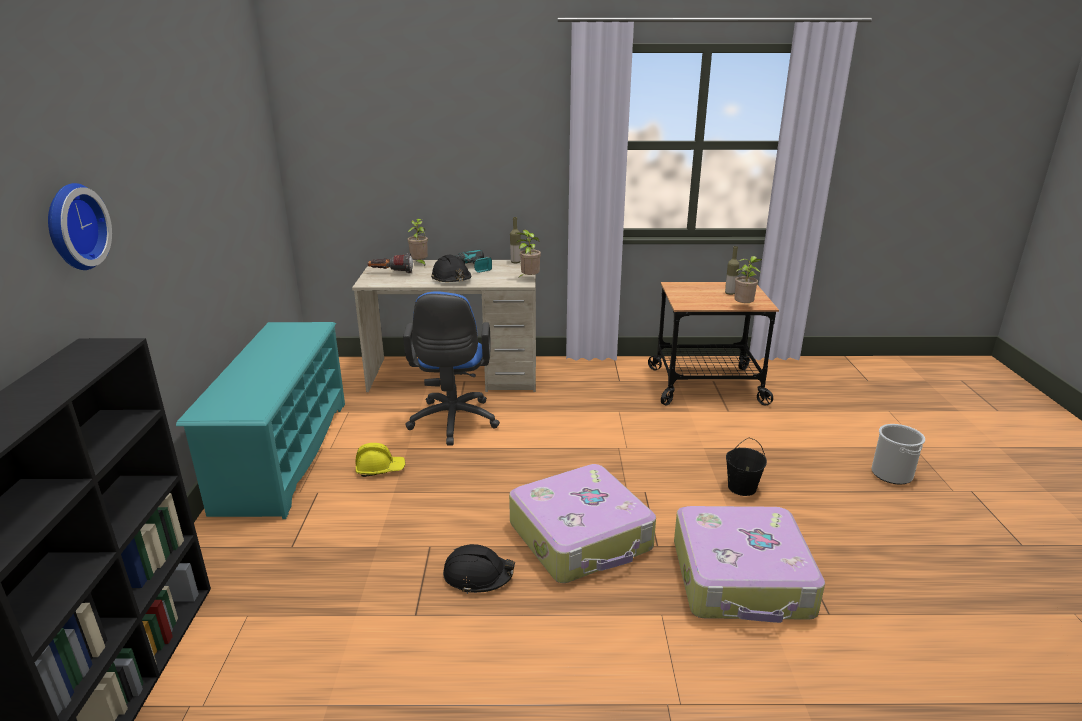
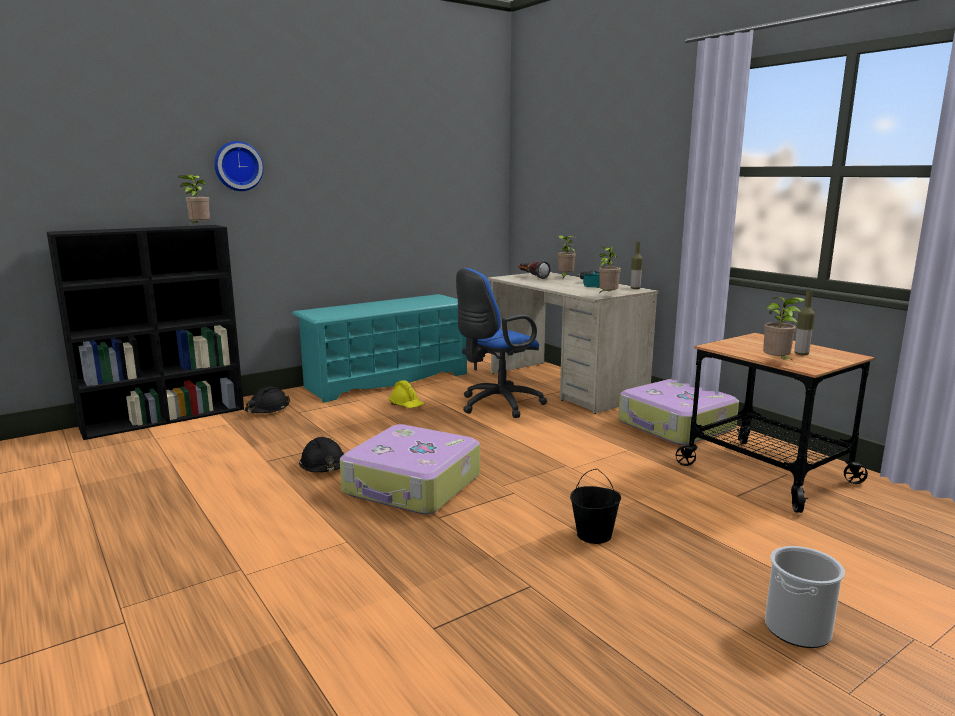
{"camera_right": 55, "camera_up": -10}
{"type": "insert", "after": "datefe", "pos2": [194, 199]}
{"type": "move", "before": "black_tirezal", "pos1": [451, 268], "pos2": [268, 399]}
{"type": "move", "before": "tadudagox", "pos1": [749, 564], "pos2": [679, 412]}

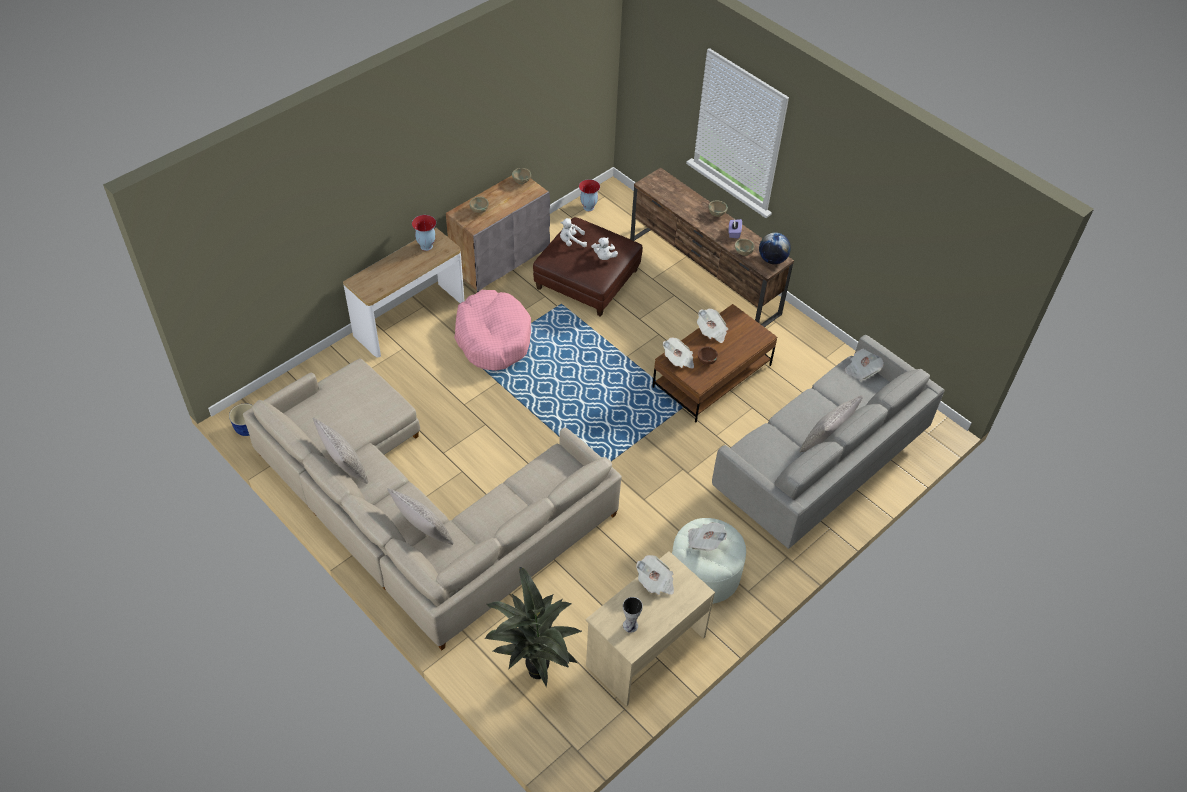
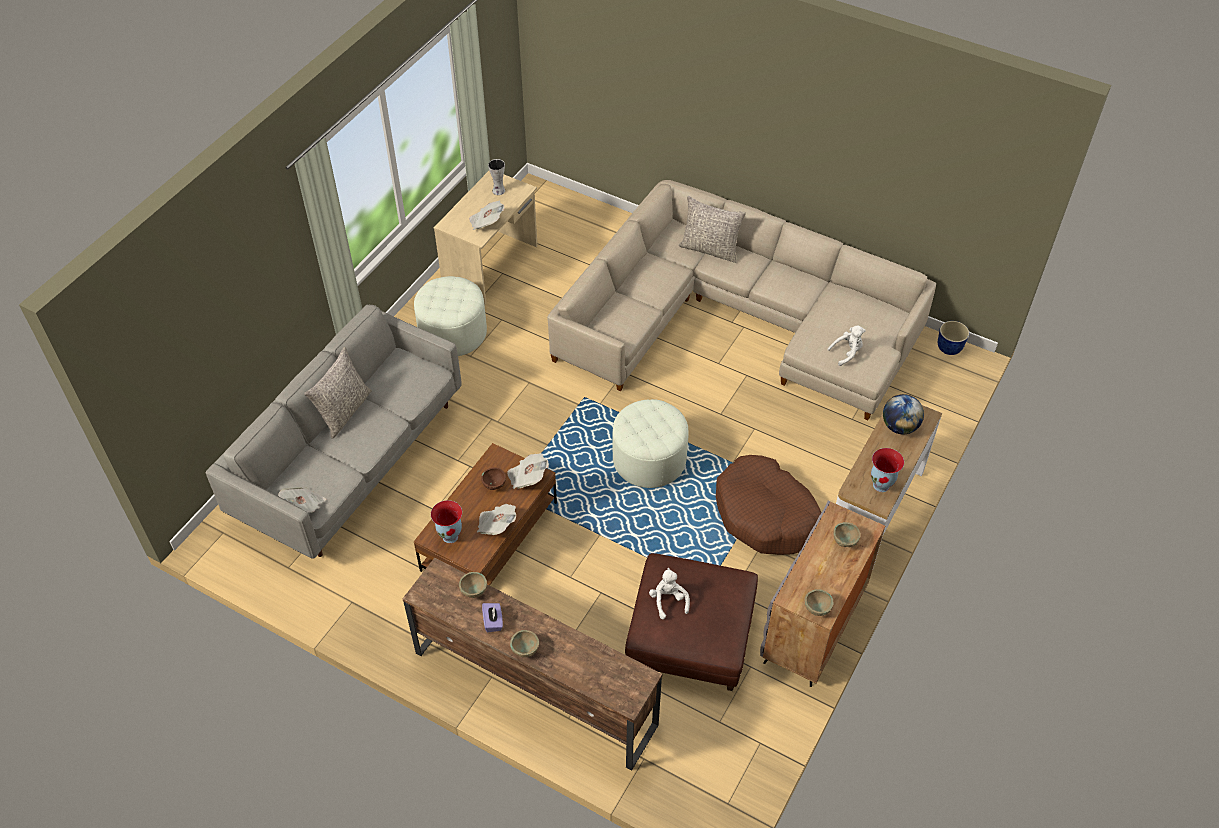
{"camera_right": 165, "camera_up": 0}
{"type": "delete", "before": "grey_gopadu", "pos1": [340, 451]}
{"type": "delete", "before": "datefe", "pos1": [533, 627]}
{"type": "delete", "before": "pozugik", "pos1": [707, 536]}
{"type": "insert", "after": "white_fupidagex", "pos2": [651, 443]}
{"type": "move", "before": "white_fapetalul", "pos1": [573, 232], "pos2": [846, 346]}
{"type": "move", "before": "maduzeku", "pos1": [589, 195], "pos2": [446, 521]}
{"type": "move", "before": "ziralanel", "pos1": [775, 248], "pos2": [903, 414]}
{"type": "recolor", "before": "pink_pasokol", "after": "brown_pasokol", "pos1": [492, 330], "pos2": [768, 505]}

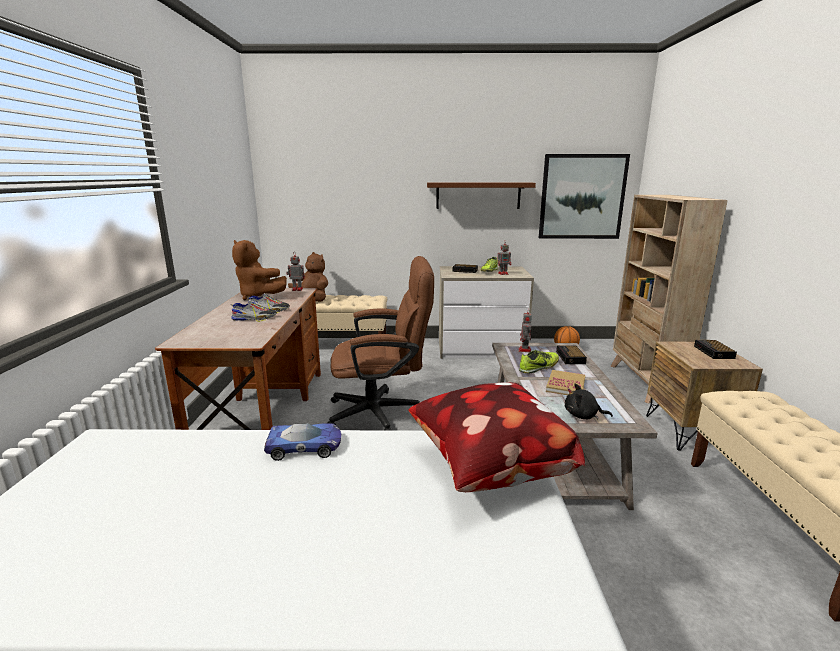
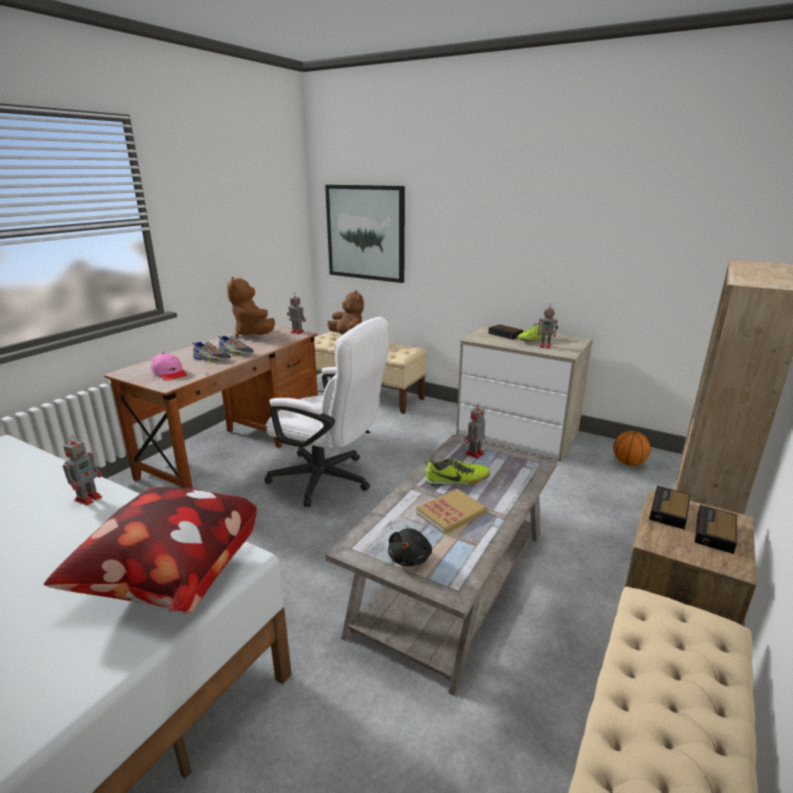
{"camera_right": 30, "camera_up": 5}
{"type": "delete", "before": "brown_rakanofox", "pos1": [481, 195]}
{"type": "insert", "after": "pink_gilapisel", "pos2": [169, 367]}
{"type": "move", "before": "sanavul", "pos1": [584, 196], "pos2": [365, 234]}
{"type": "move", "before": "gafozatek", "pos1": [571, 355], "pos2": [670, 507]}
{"type": "replace", "before": "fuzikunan", "after": "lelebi", "pos1": [302, 442], "pos2": [82, 470]}
{"type": "recolor", "before": "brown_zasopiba", "after": "white_zasopiba", "pos1": [380, 343], "pos2": [327, 412]}
{"type": "rotate", "before": "black_fapetalul", "pos1": [589, 402], "pos2": [410, 547], "turn": -120}

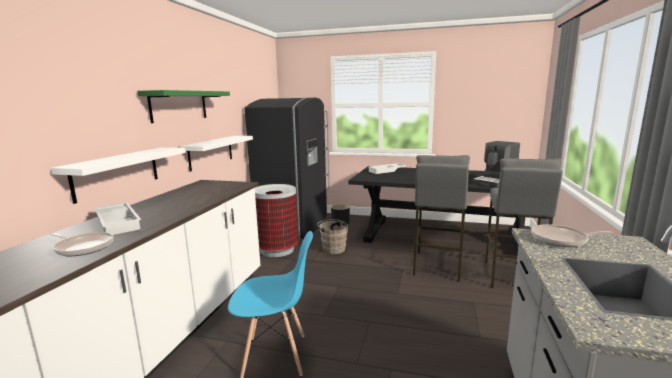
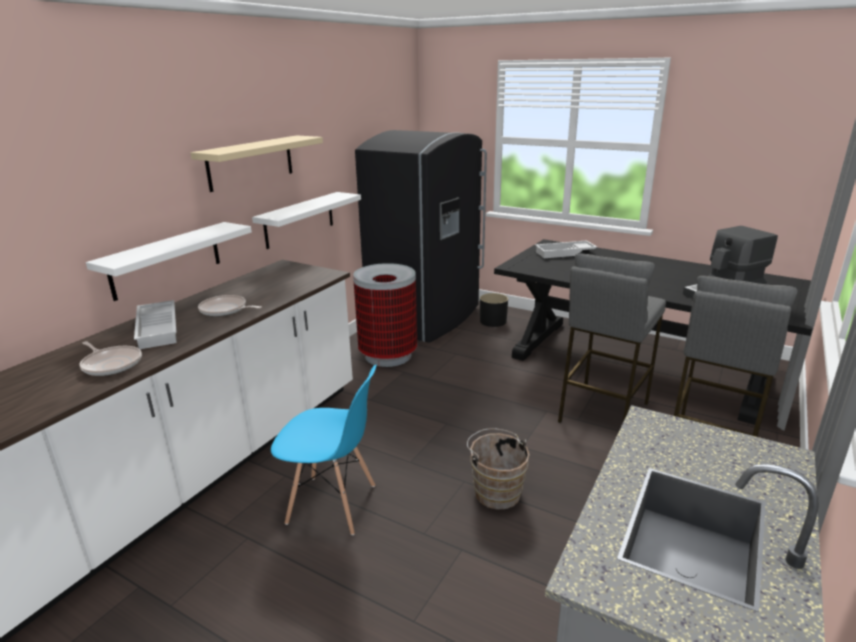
{"camera_right": 15, "camera_up": 10}
{"type": "move", "before": "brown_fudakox", "pos1": [332, 236], "pos2": [498, 468]}
{"type": "move", "before": "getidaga", "pos1": [572, 235], "pos2": [229, 306]}
{"type": "recolor", "before": "green_rakanofox", "after": "beige_rakanofox", "pos1": [183, 106], "pos2": [256, 163]}

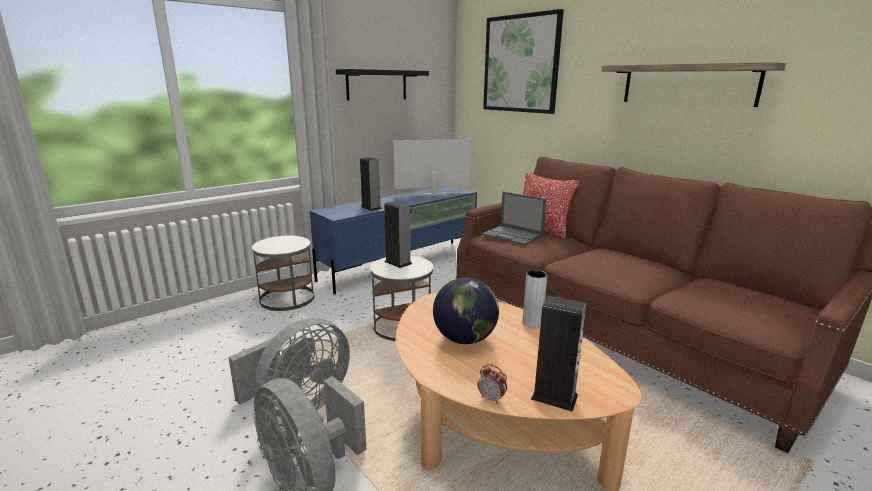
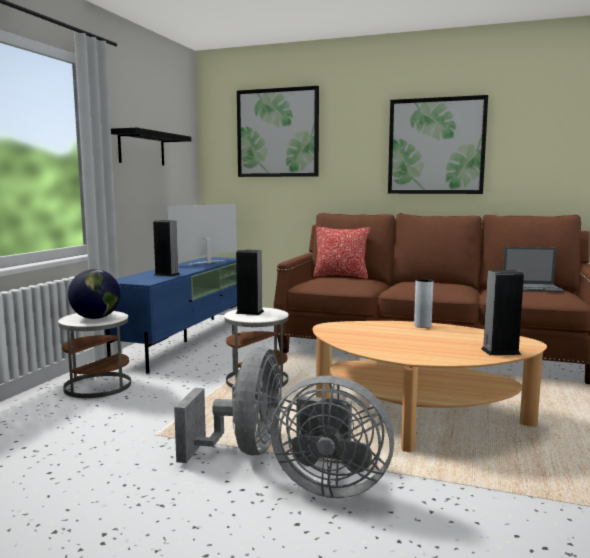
{"camera_right": -30, "camera_up": -10}
{"type": "delete", "before": "gafozatek", "pos1": [492, 384]}
{"type": "move", "before": "ziralanel", "pos1": [466, 311], "pos2": [94, 294]}
{"type": "move", "before": "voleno", "pos1": [514, 218], "pos2": [534, 270]}
{"type": "replace", "before": "rakanofox", "after": "sanavul", "pos1": [694, 84], "pos2": [438, 144]}

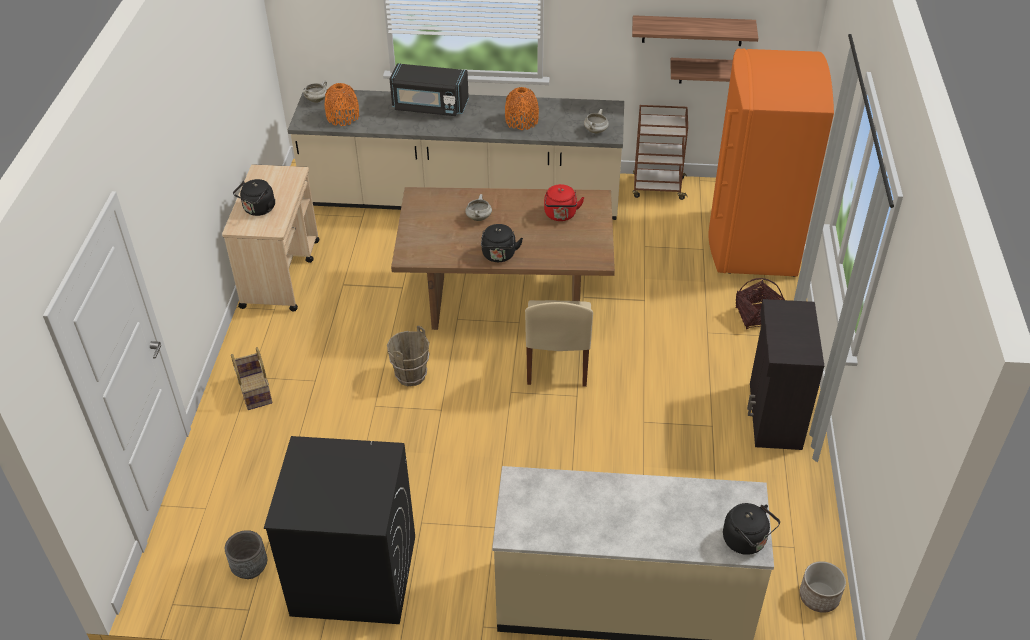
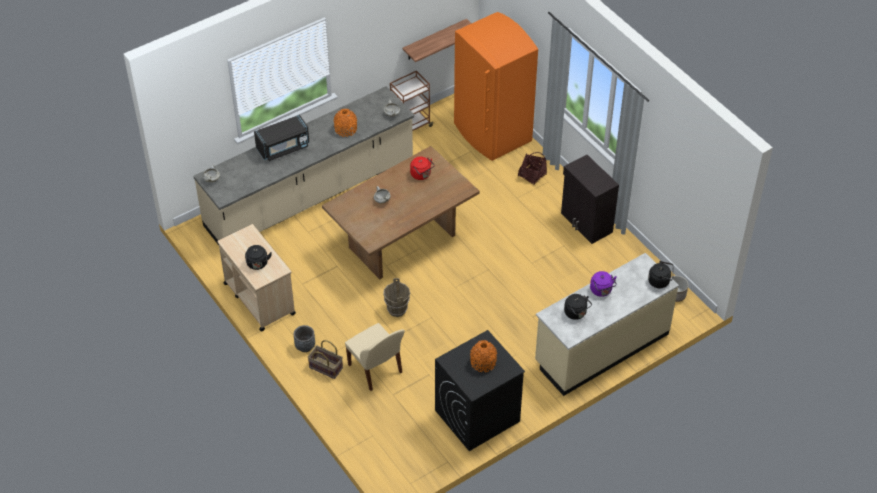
{"camera_right": -40, "camera_up": 5}
{"type": "delete", "before": "rakanofox", "pos1": [695, 30]}
{"type": "insert", "after": "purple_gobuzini", "pos2": [603, 284]}
{"type": "move", "before": "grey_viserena", "pos1": [246, 554], "pos2": [304, 338]}
{"type": "move", "before": "orange_maduzeku", "pos1": [342, 104], "pos2": [483, 356]}
{"type": "move", "before": "black_gobuzini", "pos1": [502, 243], "pos2": [578, 307]}
{"type": "move", "before": "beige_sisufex", "pos1": [559, 343], "pos2": [375, 357]}

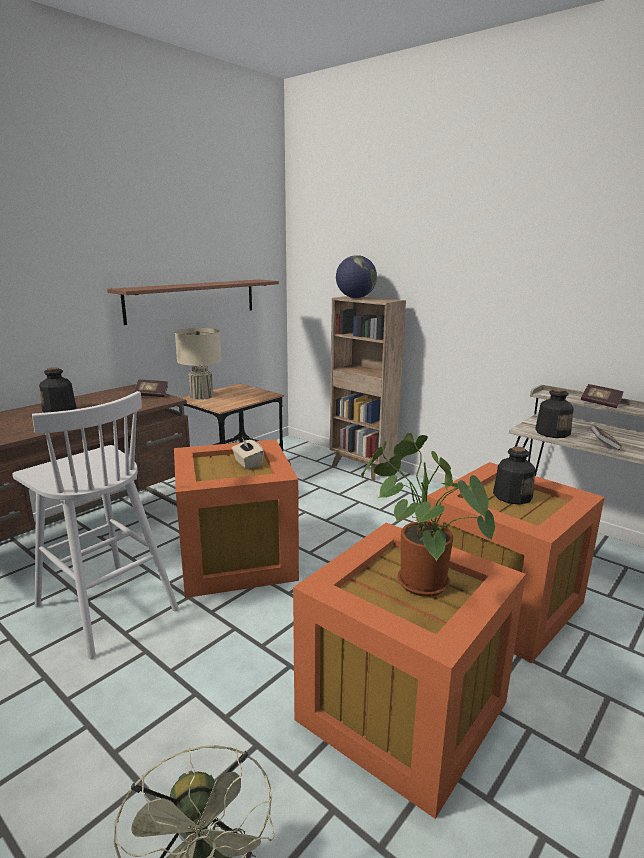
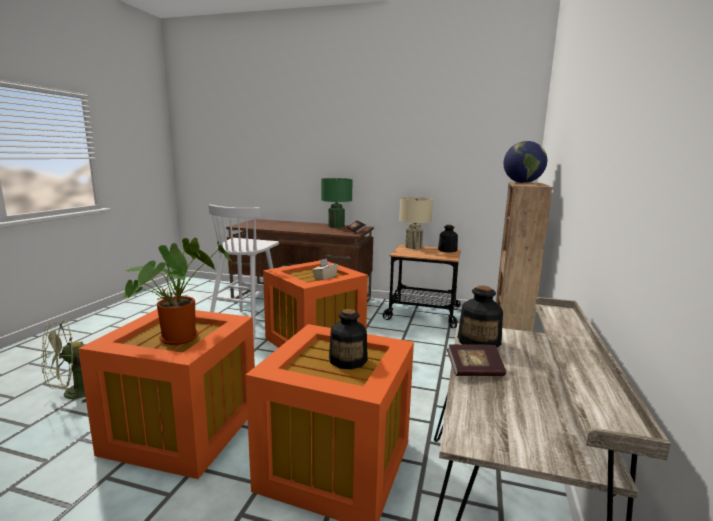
{"camera_right": 65, "camera_up": -5}
{"type": "delete", "before": "rakanofox", "pos1": [193, 302]}
{"type": "delete", "before": "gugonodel", "pos1": [602, 396]}
{"type": "insert", "after": "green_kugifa", "pos2": [337, 203]}
{"type": "move", "before": "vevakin", "pos1": [58, 390], "pos2": [448, 239]}

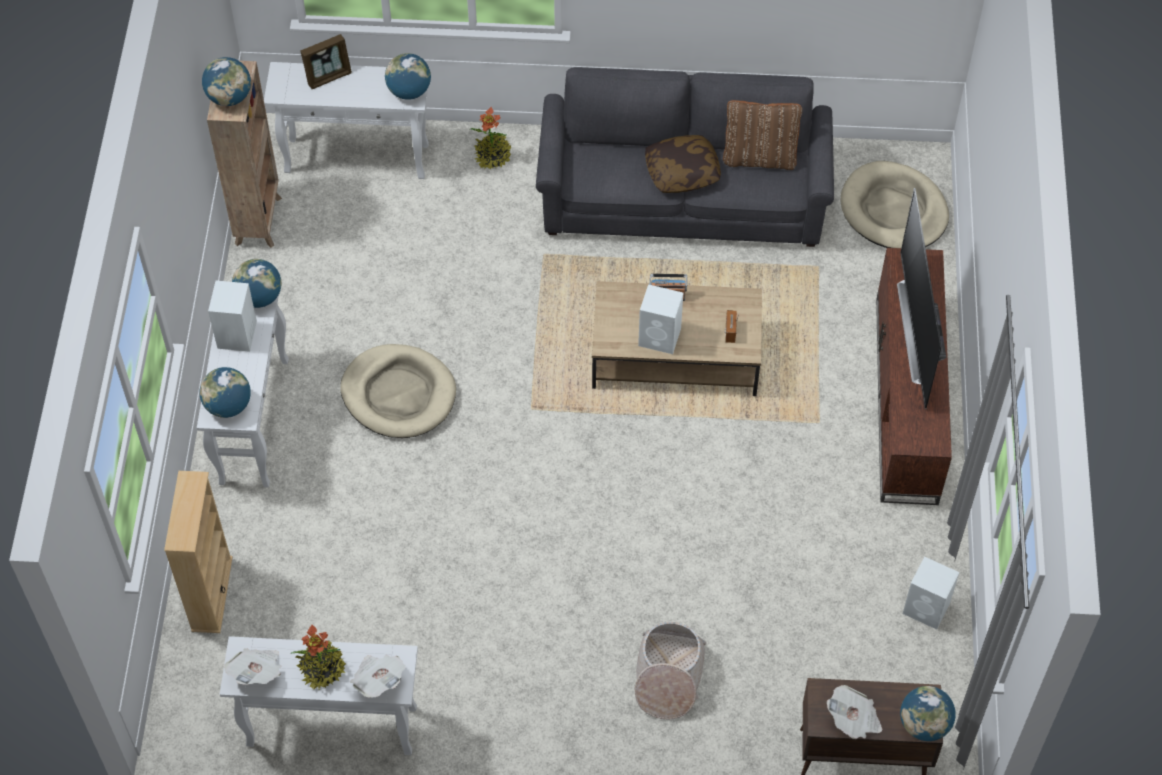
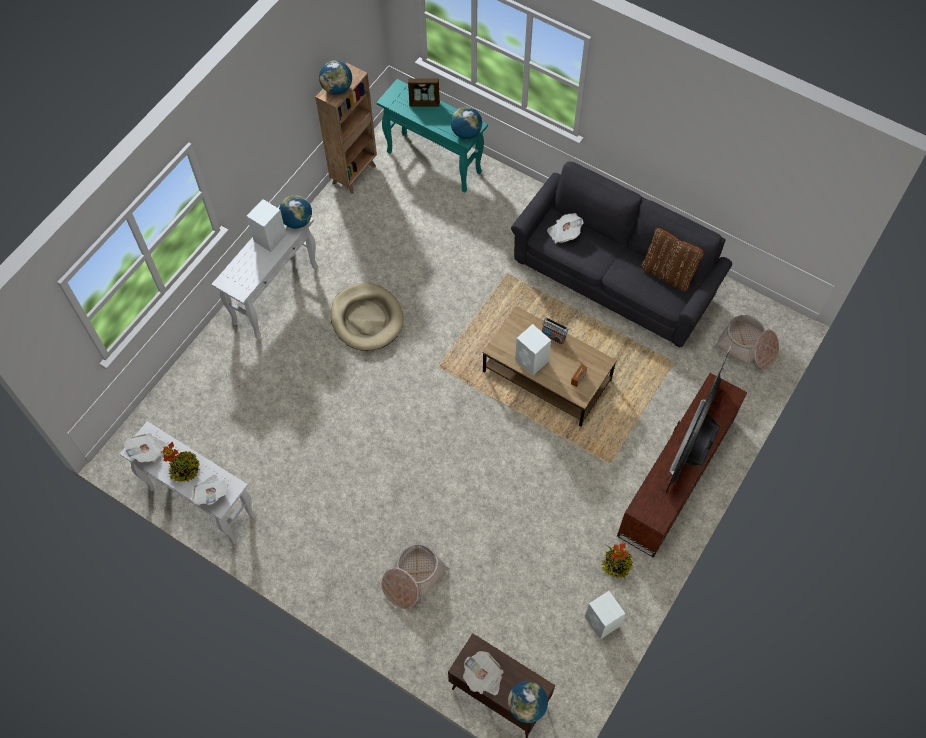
{"camera_right": 30, "camera_up": 5}
{"type": "delete", "before": "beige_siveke", "pos1": [198, 552]}
{"type": "delete", "before": "ziralanel", "pos1": [225, 392]}
{"type": "delete", "before": "gopadu", "pos1": [683, 164]}
{"type": "insert", "after": "pozugik", "pos2": [565, 228]}
{"type": "move", "before": "datefe", "pos1": [490, 138], "pos2": [617, 561]}
{"type": "replace", "before": "beige_pasokol", "after": "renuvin", "pos1": [895, 204], "pos2": [746, 342]}
{"type": "recolor", "before": "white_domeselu", "after": "turquoise_domeselu", "pos1": [346, 120], "pos2": [432, 135]}

